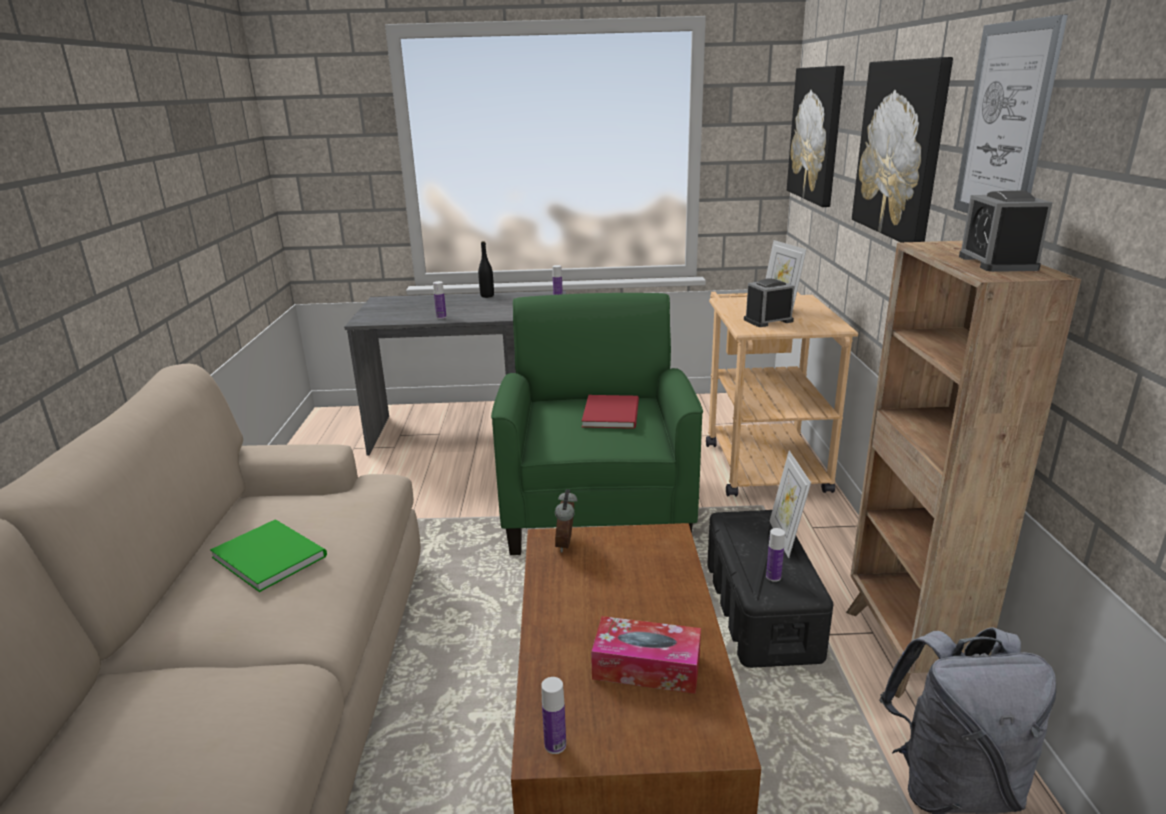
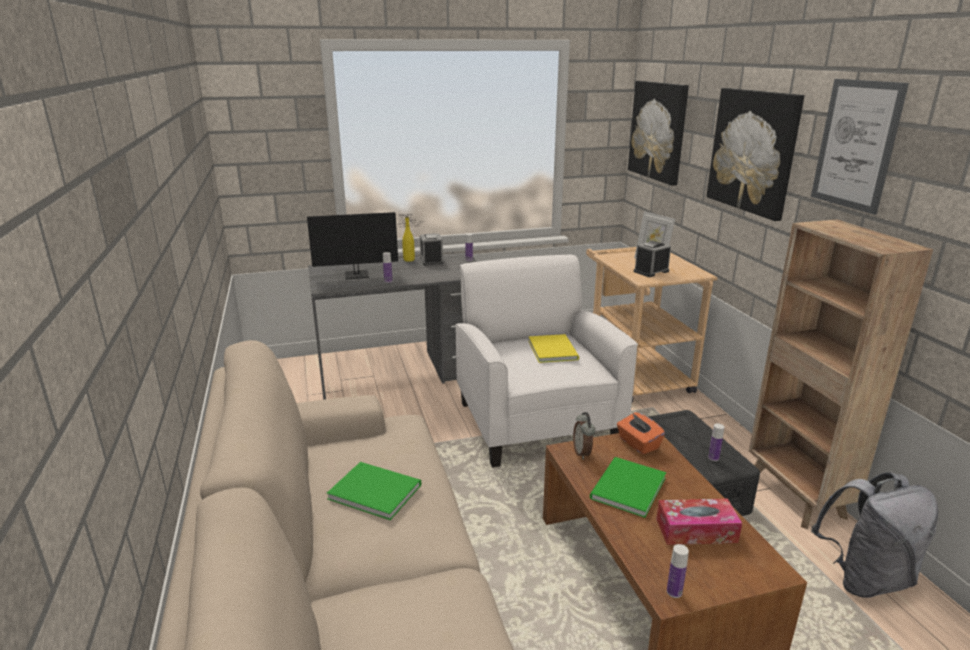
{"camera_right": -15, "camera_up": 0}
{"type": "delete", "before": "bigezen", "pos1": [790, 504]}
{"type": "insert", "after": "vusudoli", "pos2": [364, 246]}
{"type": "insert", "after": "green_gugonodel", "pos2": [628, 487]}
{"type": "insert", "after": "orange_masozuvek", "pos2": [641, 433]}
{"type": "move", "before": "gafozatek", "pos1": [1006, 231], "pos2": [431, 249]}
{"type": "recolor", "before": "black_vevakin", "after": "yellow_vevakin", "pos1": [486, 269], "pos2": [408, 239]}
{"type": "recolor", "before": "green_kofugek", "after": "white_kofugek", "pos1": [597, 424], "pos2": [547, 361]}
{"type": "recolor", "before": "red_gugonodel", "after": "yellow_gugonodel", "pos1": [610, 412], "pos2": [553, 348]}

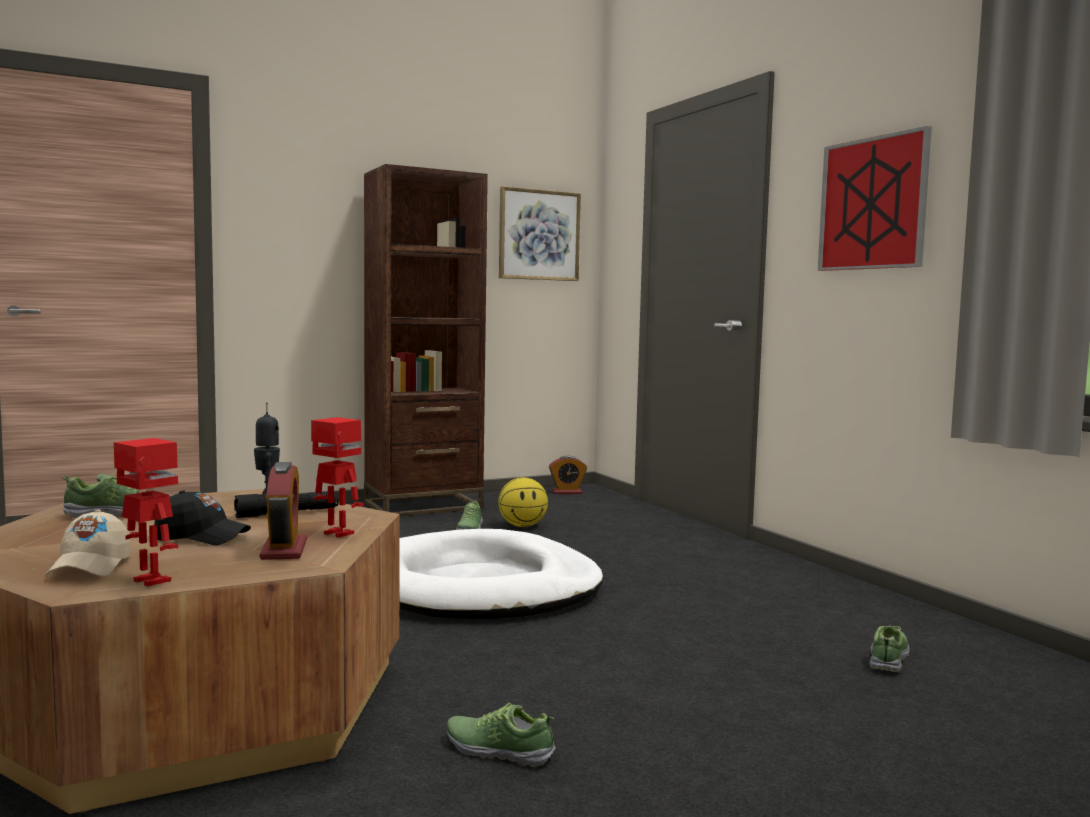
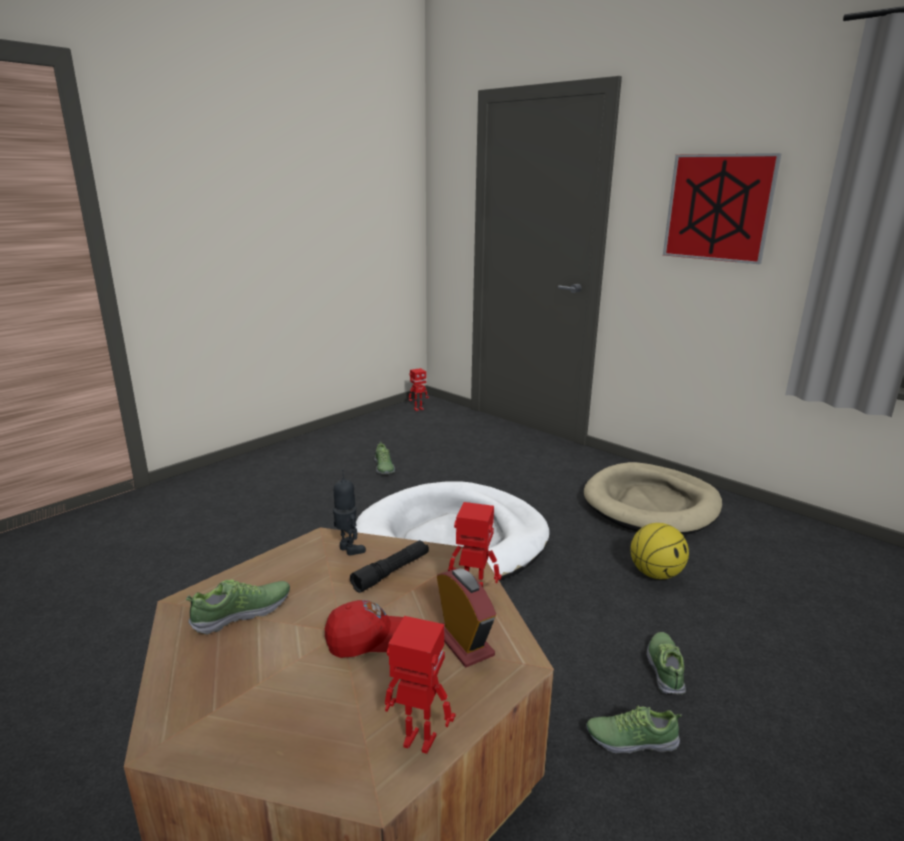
{"camera_right": -20, "camera_up": 15}
{"type": "delete", "before": "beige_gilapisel", "pos1": [87, 543]}
{"type": "delete", "before": "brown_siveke", "pos1": [426, 340]}
{"type": "delete", "before": "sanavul", "pos1": [540, 233]}
{"type": "insert", "after": "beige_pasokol", "pos2": [653, 498]}
{"type": "move", "before": "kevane", "pos1": [523, 502], "pos2": [659, 551]}
{"type": "move", "before": "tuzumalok", "pos1": [890, 649], "pos2": [666, 663]}
{"type": "replace", "before": "gafozatek", "after": "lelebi", "pos1": [568, 475], "pos2": [419, 389]}
{"type": "recolor", "before": "black_gilapisel", "after": "red_gilapisel", "pos1": [202, 517], "pos2": [364, 629]}

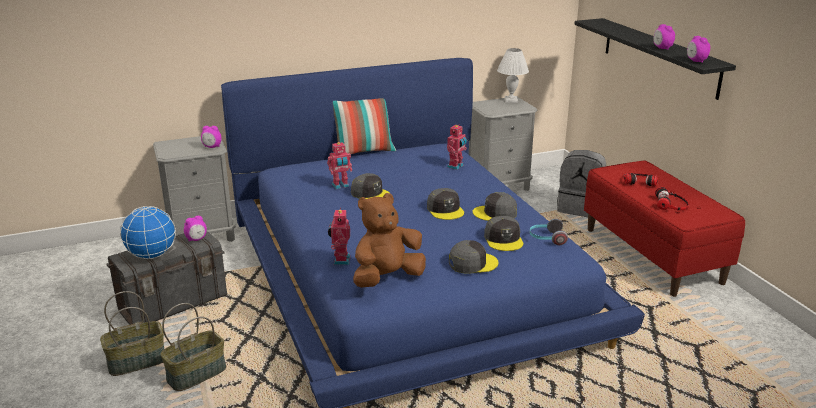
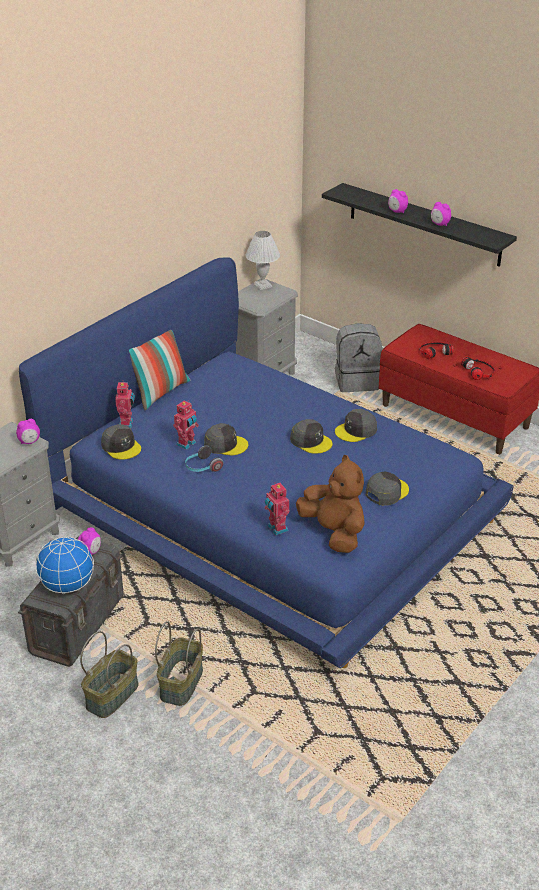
{"camera_right": -30, "camera_up": 10}
{"type": "move", "before": "lelebi", "pos1": [457, 147], "pos2": [125, 405]}
{"type": "move", "before": "grey_gilapisel", "pos1": [503, 233], "pos2": [121, 442]}
{"type": "move", "before": "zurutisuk", "pos1": [548, 232], "pos2": [204, 458]}
{"type": "move", "before": "gafozatek", "pos1": [698, 49], "pos2": [398, 201]}
{"type": "rotate", "before": "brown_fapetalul", "pos1": [389, 240], "pos2": [330, 504], "turn": 120}

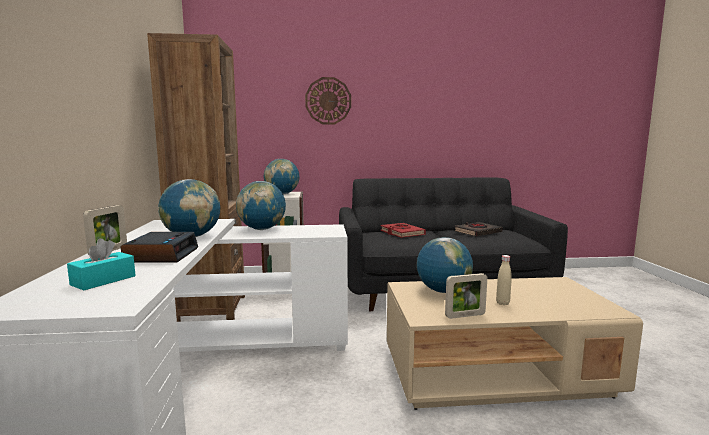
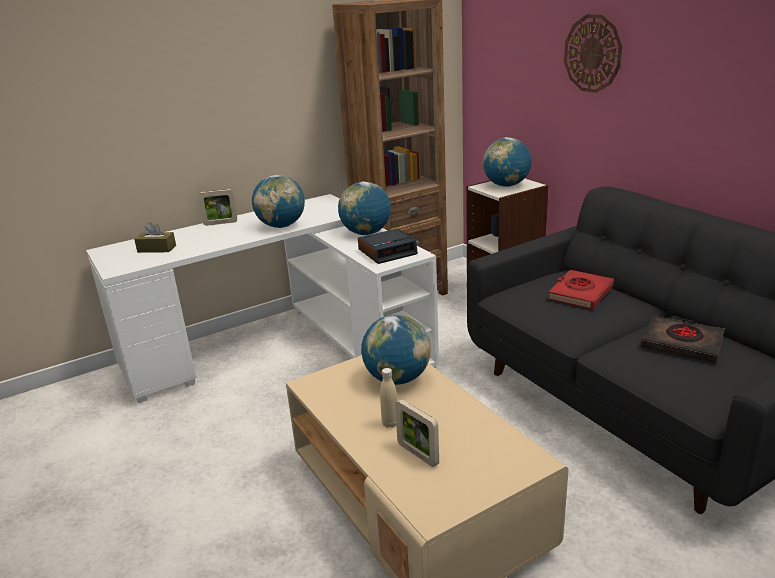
{"camera_right": 65, "camera_up": 15}
{"type": "move", "before": "gafozatek", "pos1": [159, 247], "pos2": [388, 246]}
{"type": "move", "before": "bigezen", "pos1": [466, 296], "pos2": [417, 433]}
{"type": "recolor", "before": "turquoise_masozuvek", "after": "brown_masozuvek", "pos1": [101, 264], "pos2": [155, 237]}

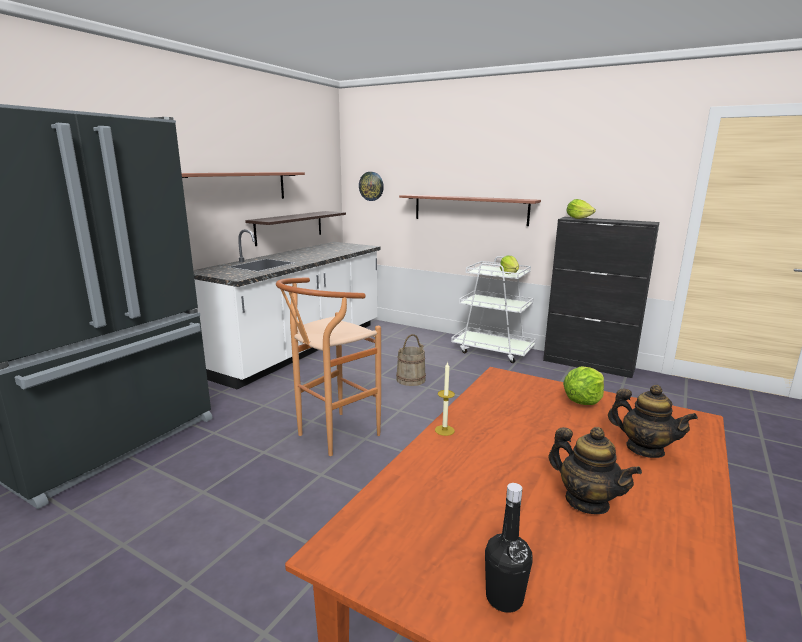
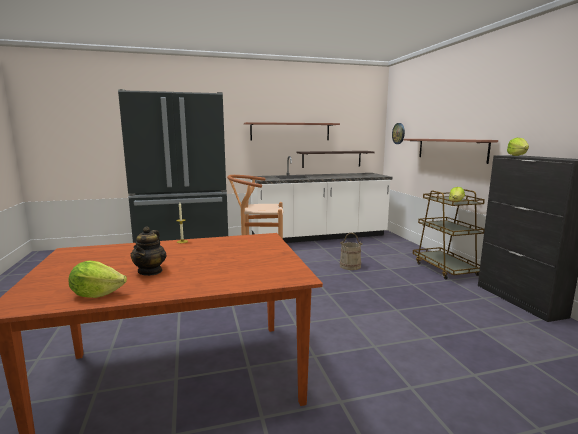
{"camera_right": 45, "camera_up": -5}
{"type": "delete", "before": "black_vevakin", "pos1": [509, 548]}
{"type": "delete", "before": "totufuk", "pos1": [653, 421]}
{"type": "move", "before": "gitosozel", "pos1": [583, 385], "pos2": [98, 279]}
{"type": "recolor", "before": "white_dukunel", "after": "brown_dukunel", "pos1": [493, 309], "pos2": [449, 234]}

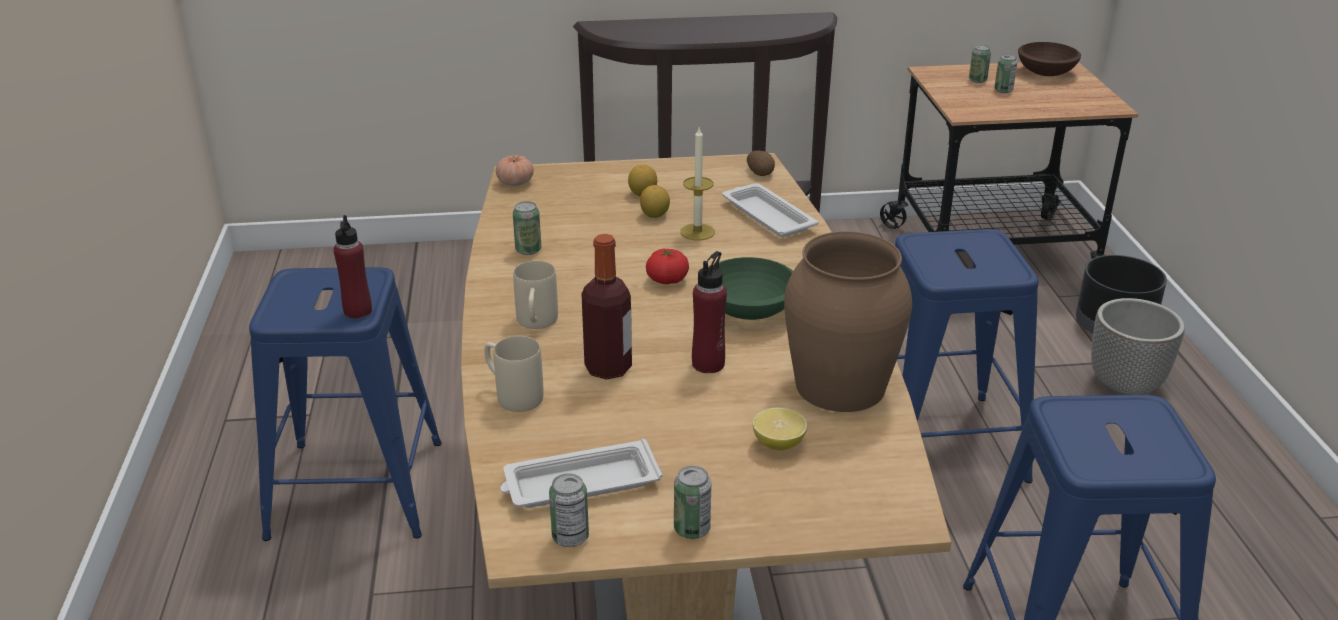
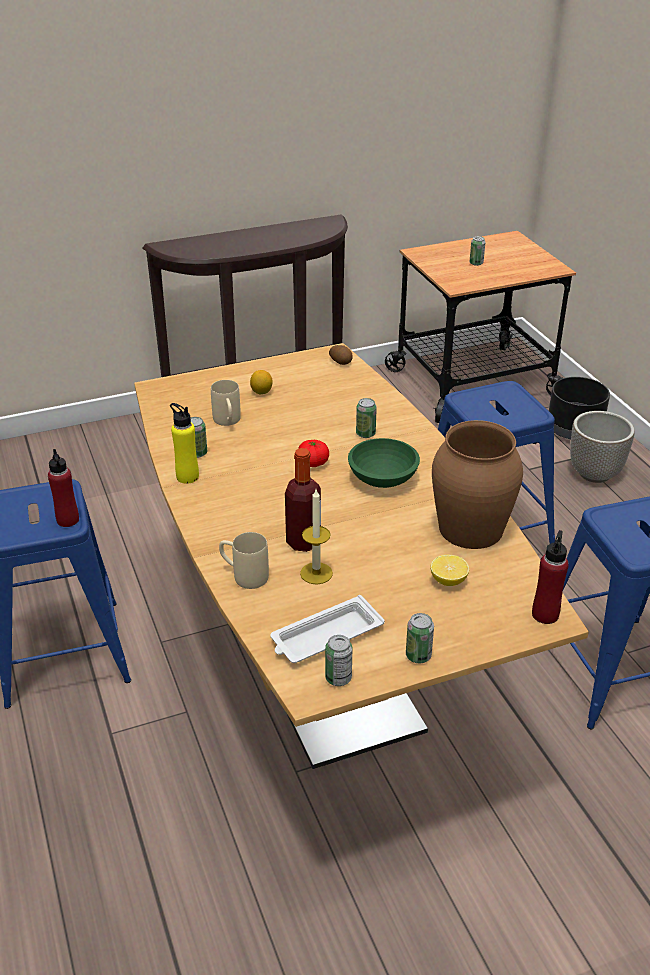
{"camera_right": -15, "camera_up": 5}
{"type": "delete", "before": "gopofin", "pos1": [515, 170]}
{"type": "delete", "before": "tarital", "pos1": [655, 201]}
{"type": "delete", "before": "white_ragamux", "pos1": [770, 210]}
{"type": "delete", "before": "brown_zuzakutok", "pos1": [1049, 59]}
{"type": "insert", "after": "yellow_vevakin", "pos2": [184, 443]}
{"type": "move", "before": "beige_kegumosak", "pos1": [535, 295], "pos2": [226, 403]}
{"type": "move", "before": "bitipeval", "pos1": [697, 184], "pos2": [316, 536]}
{"type": "move", "before": "red_vevakin", "pos1": [709, 312], "pos2": [550, 577]}
{"type": "move", "before": "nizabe", "pos1": [980, 64], "pos2": [366, 418]}

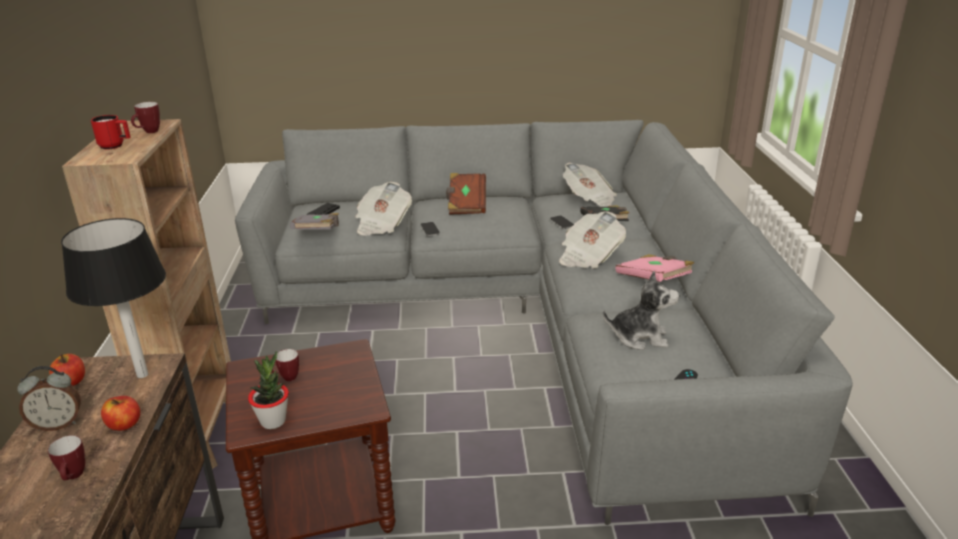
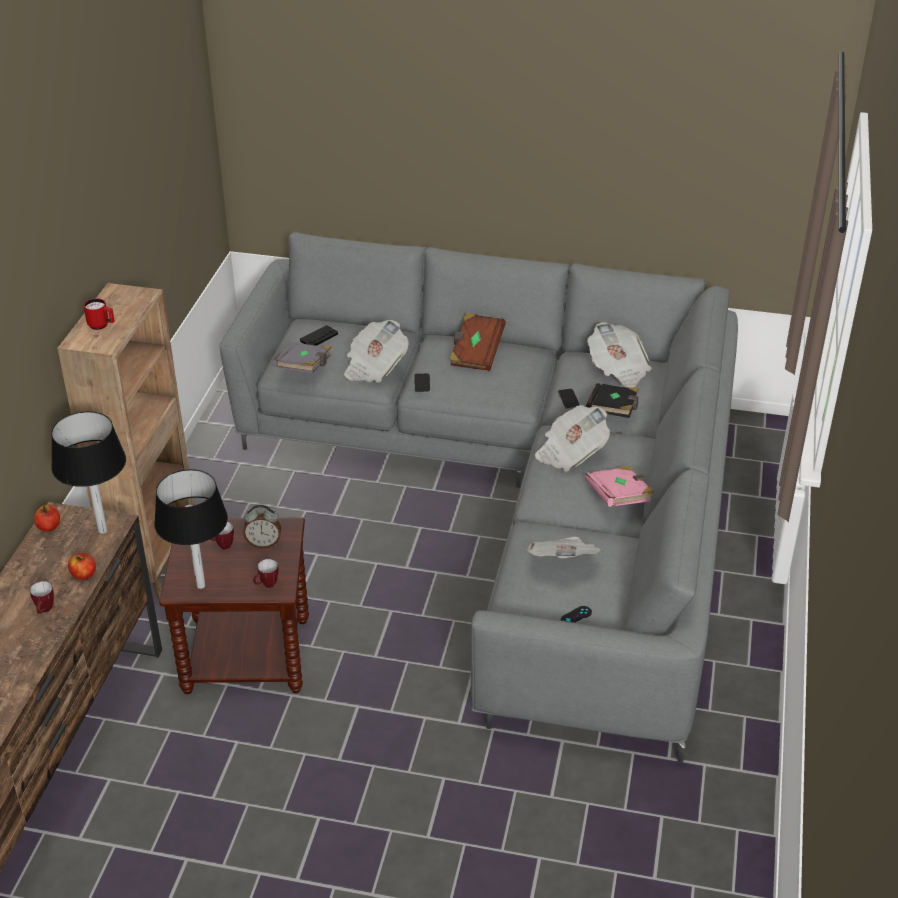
{"camera_right": 15, "camera_up": 10}
{"type": "move", "before": "gafozatek", "pos1": [49, 398], "pos2": [262, 527]}
{"type": "move", "before": "kegumosak", "pos1": [145, 117], "pos2": [266, 573]}
{"type": "replace", "before": "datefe", "after": "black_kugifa", "pos1": [268, 390], "pos2": [191, 529]}
{"type": "replace", "before": "fapetalul", "after": "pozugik", "pos1": [641, 310], "pos2": [564, 547]}

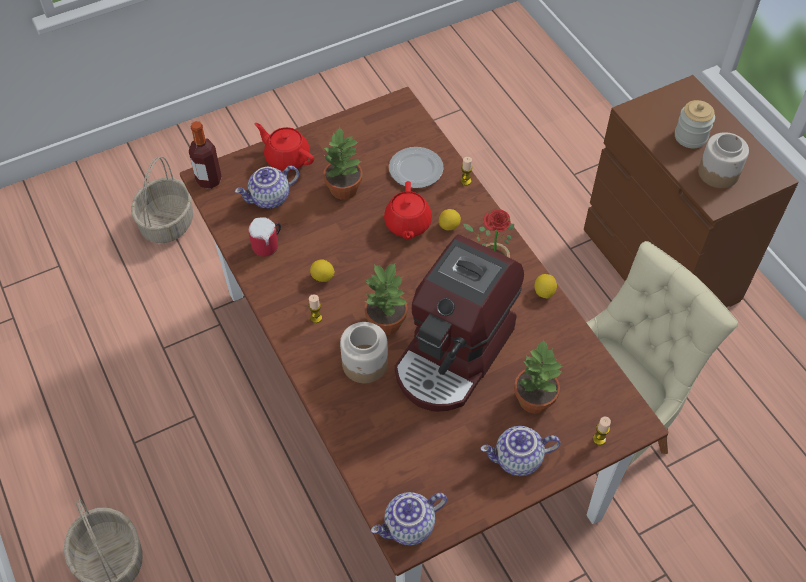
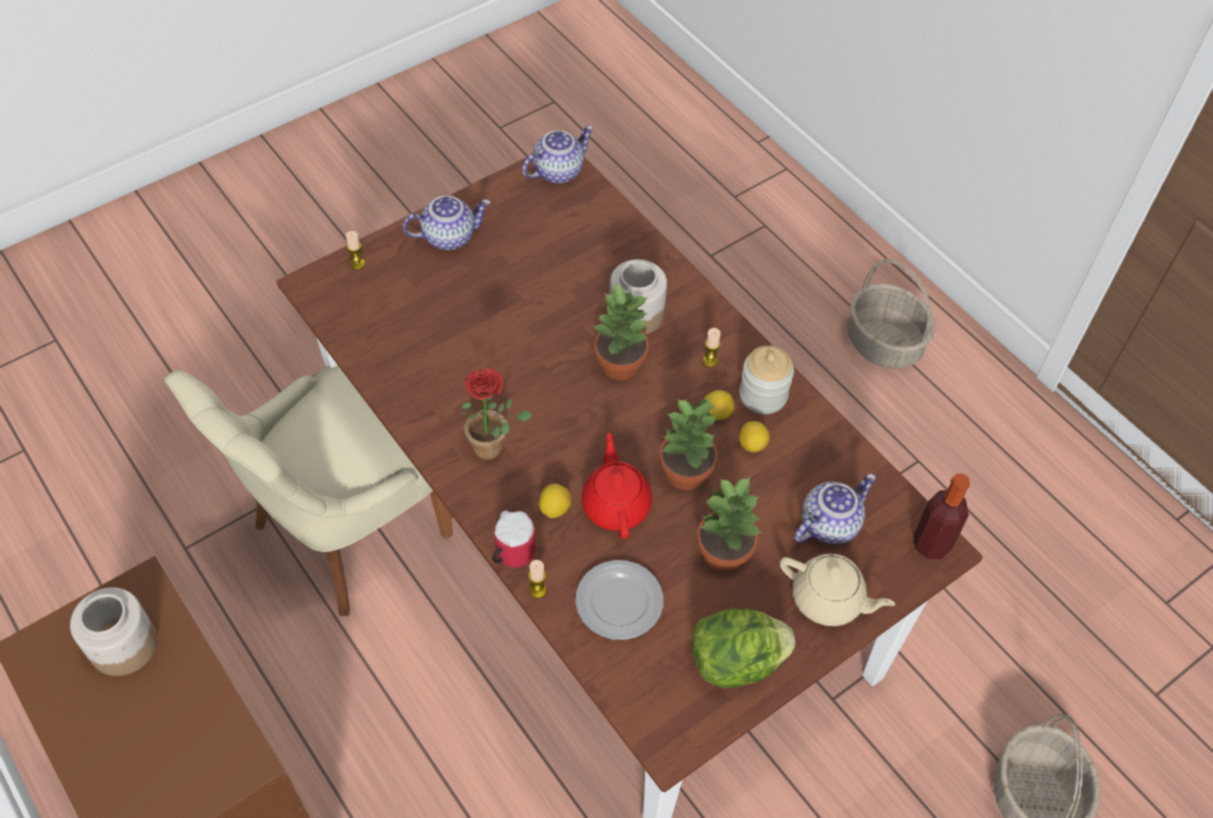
{"camera_right": 170, "camera_up": 0}
{"type": "delete", "before": "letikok", "pos1": [459, 323]}
{"type": "insert", "after": "gitosozel", "pos2": [743, 648]}
{"type": "move", "before": "kegumosak", "pos1": [265, 236], "pos2": [514, 539]}
{"type": "move", "before": "datefe", "pos1": [538, 376], "pos2": [688, 443]}
{"type": "move", "before": "tarital", "pos1": [546, 286], "pos2": [754, 436]}
{"type": "move", "before": "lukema", "pos1": [695, 124], "pos2": [766, 380]}
{"type": "recolor", "before": "red_totufuk", "after": "beige_totufuk", "pos1": [284, 147], "pos2": [837, 589]}

